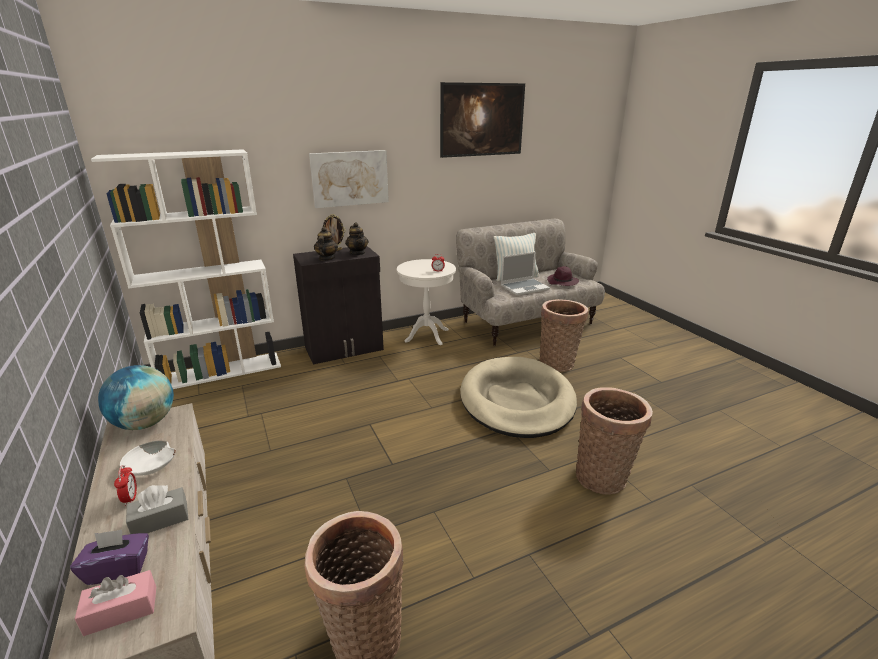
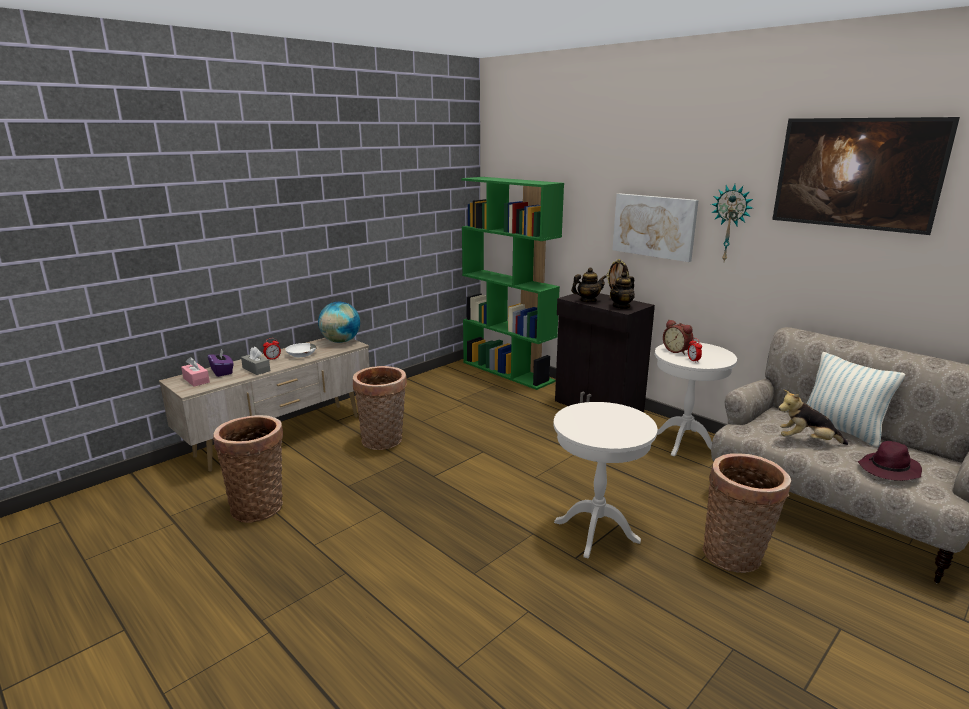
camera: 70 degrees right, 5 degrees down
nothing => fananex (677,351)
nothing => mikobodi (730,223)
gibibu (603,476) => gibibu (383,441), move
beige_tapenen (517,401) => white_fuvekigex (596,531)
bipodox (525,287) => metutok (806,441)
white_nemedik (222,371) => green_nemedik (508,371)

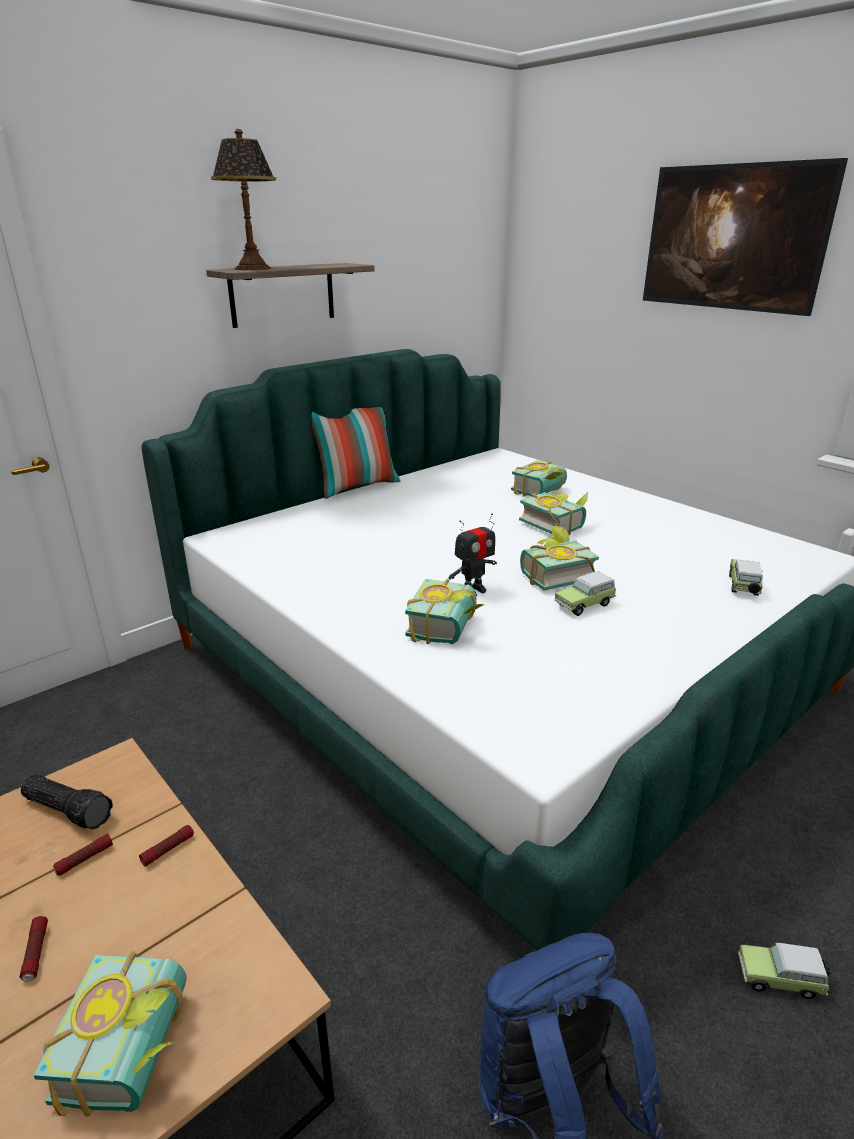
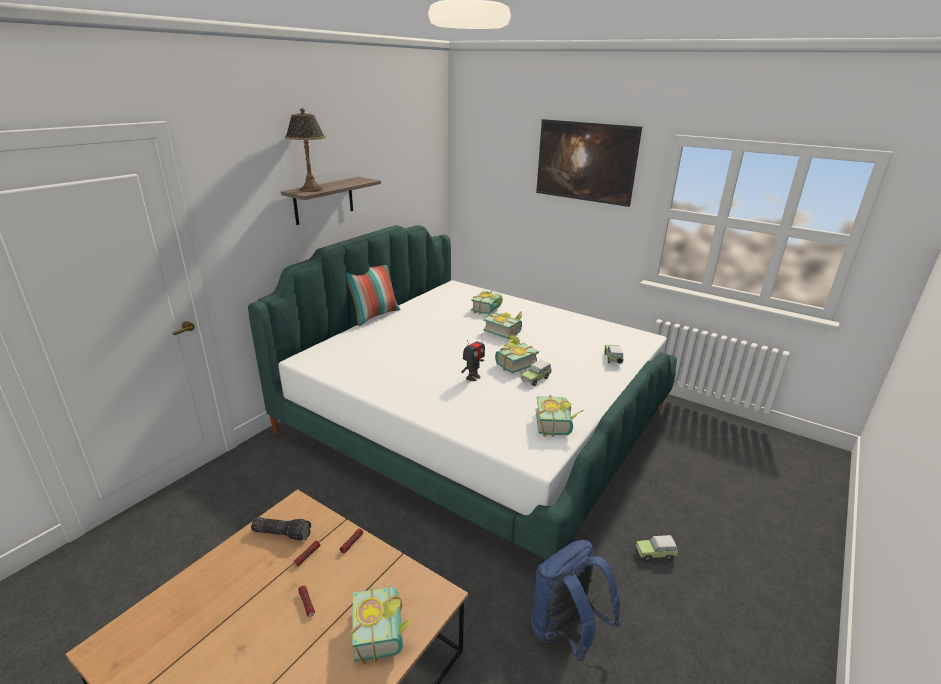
camera: 15 degrees left, 0 degrees up
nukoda (449,628) => nukoda (557,424), move

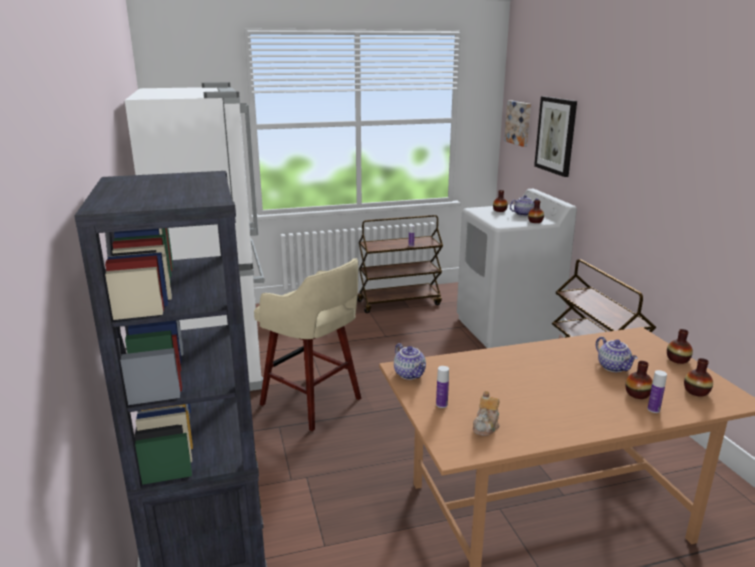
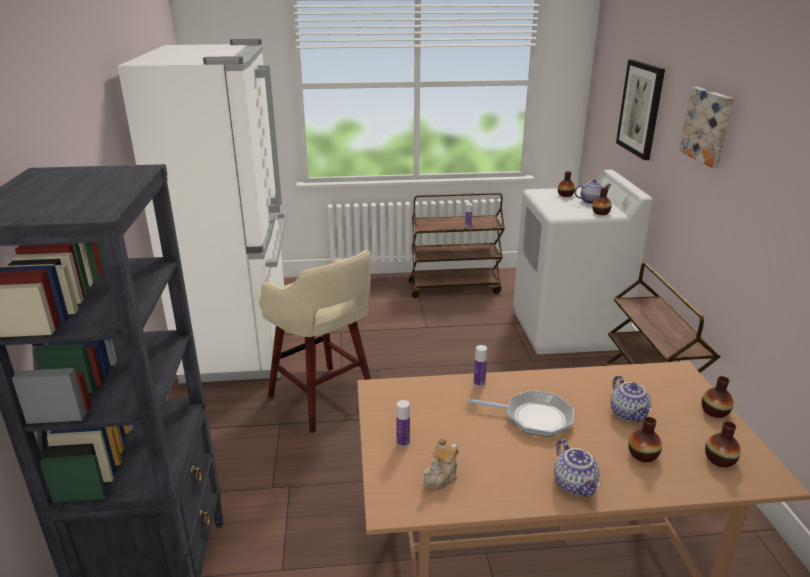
camera: 10 degrees right, 5 degrees up
nothing => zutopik (534,418)
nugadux (410,374) => nugadux (575,484), move
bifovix (519,123) => bifovix (708,126), move
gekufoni (653,409) => gekufoni (479,383), move

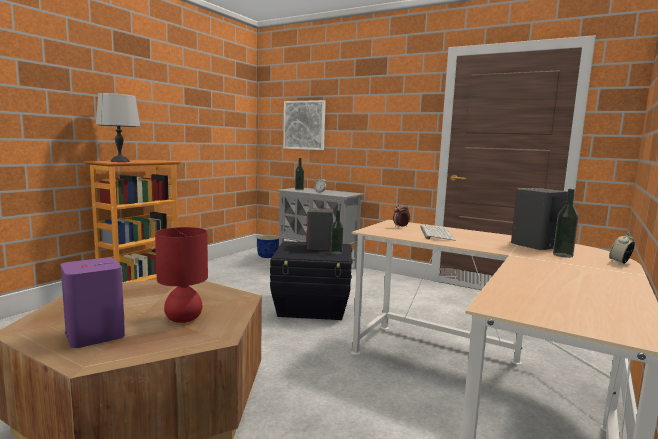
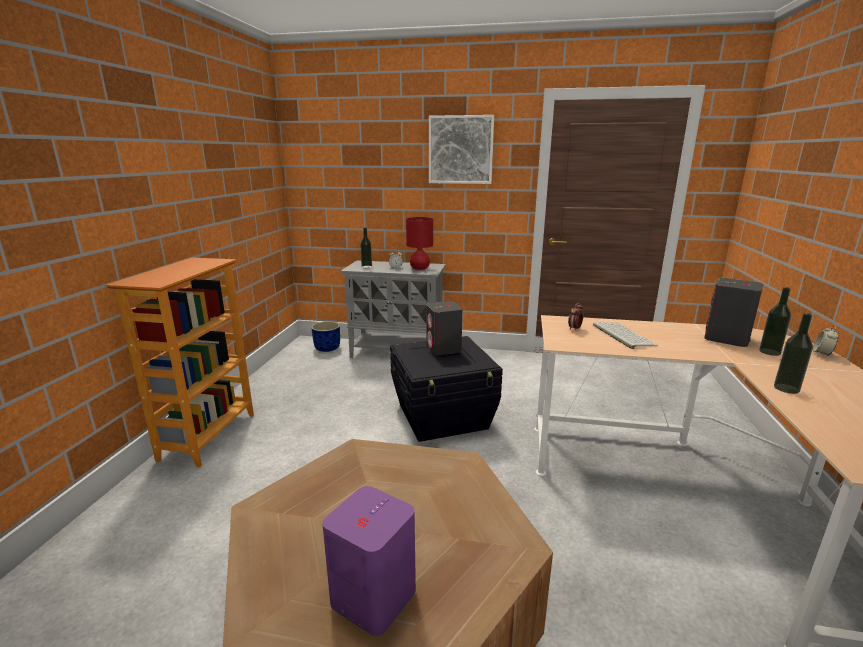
camera: 20 degrees left, 10 degrees up
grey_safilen (119,161) => nothing
red_safilen (183,319) => red_safilen (420,268), move
bifovix (304,125) => bifovix (460,150), move
gekufoni (336,253) => gekufoni (786,388), move

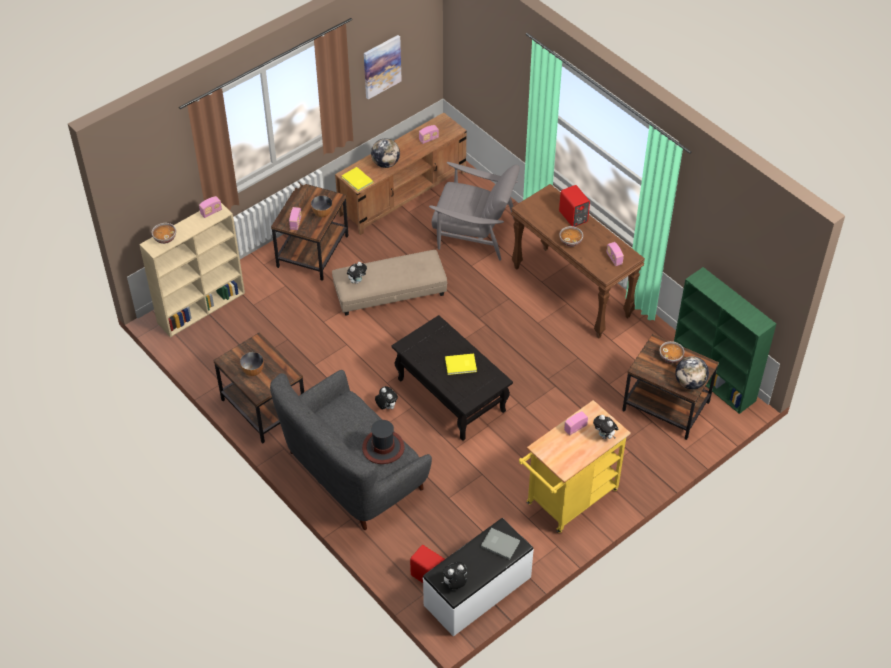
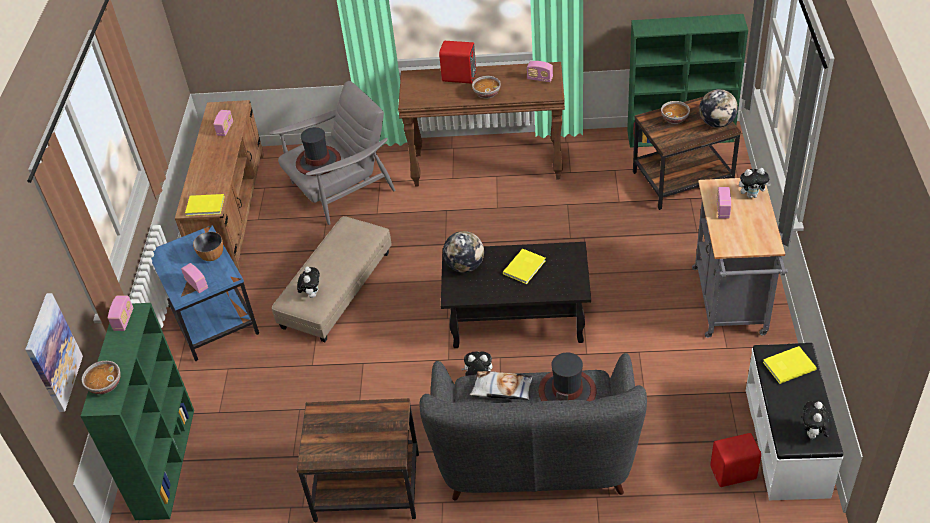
camera: 45 degrees left, 5 degrees down
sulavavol (253,371) => nothing
nothing => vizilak (318,161)
nothing => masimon (502,389)
bifovix (381,66) => bifovix (52,353), move
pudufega (385,163) => pudufega (465,266), move
beige_nemedik (202,307) => green_nemedik (165,461)
brown_fuvekigex (312,251) => blue_fuvekigex (212,320)
grey_nukoda (500,543) => yellow_nukoda (787,365)
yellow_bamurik (568,500) => grey_bamurik (730,306)

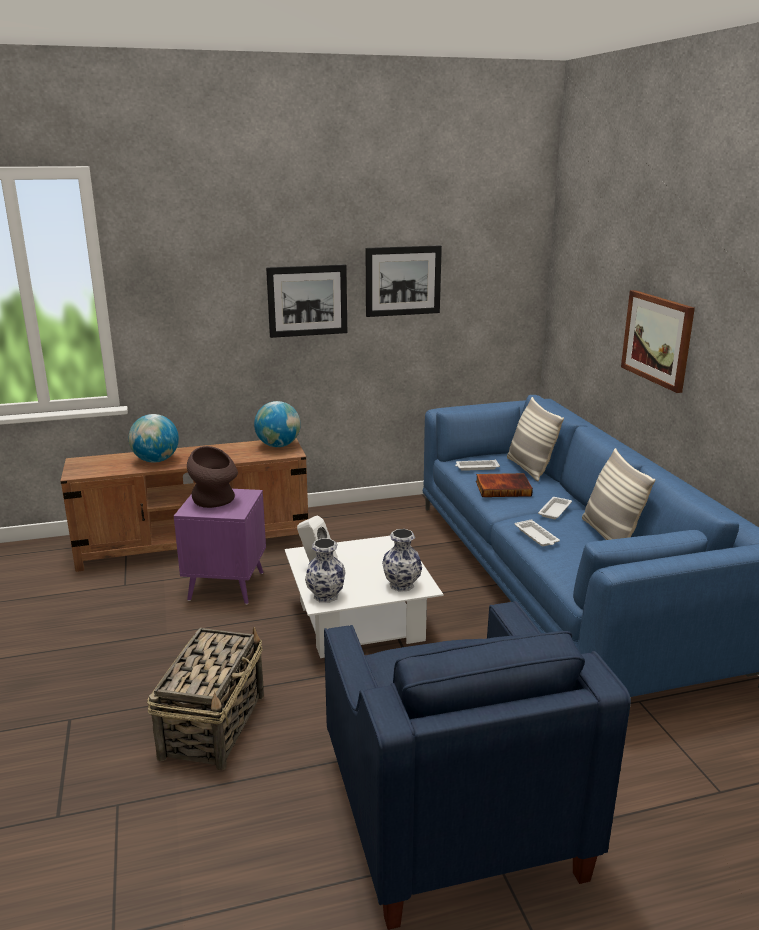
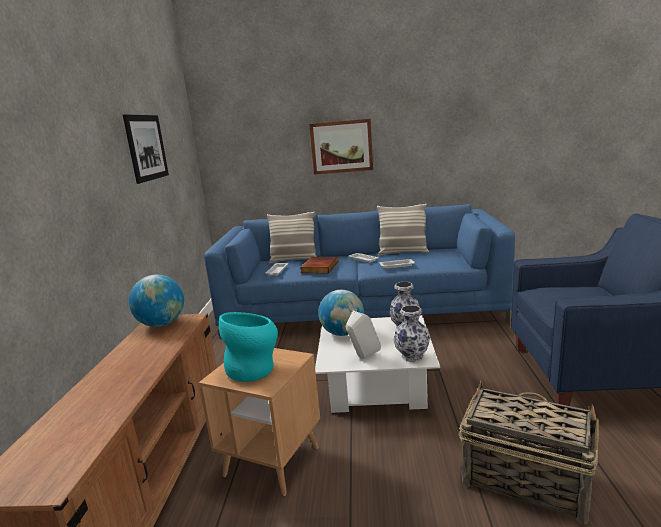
camera: 70 degrees left, 5 degrees down
bifovix (307,300) => nothing
pudufega (156,460) => pudufega (343,333), move
purple_fuvekigex (226,586) => brown_fuvekigex (272,461)
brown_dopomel (215,501) => turquoise_dopomel (254,369)

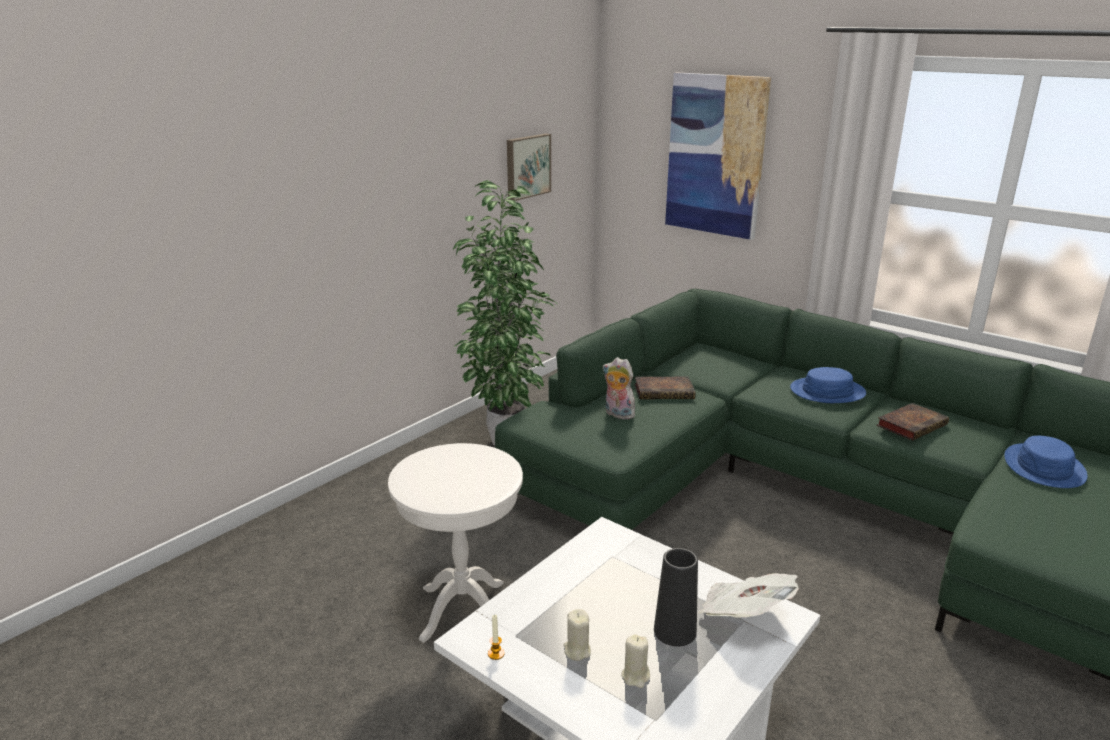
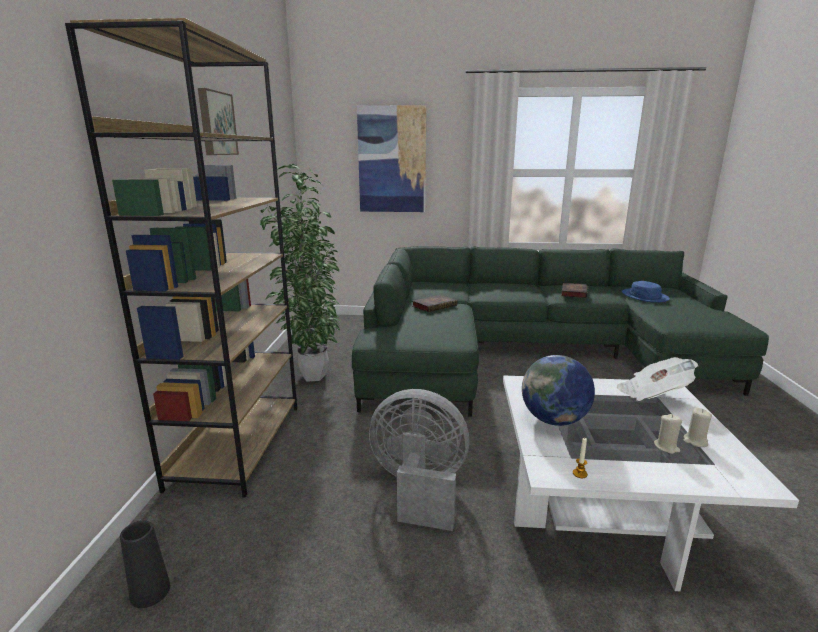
camera: 35 degrees left, 5 degrees down
metutok (617,414) => nothing
blue_vizilak (827,392) => nothing
nothing => brown_nemedik (237,444)
nothing => pudufega (554,420)
bifovix (527,166) => bifovix (216,123), move
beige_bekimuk (577,650) => beige_bekimuk (695,441), move
black_dopomel (675,631) => black_dopomel (150,592), move
white_fuvekigex (463,610) => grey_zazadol (418,489)

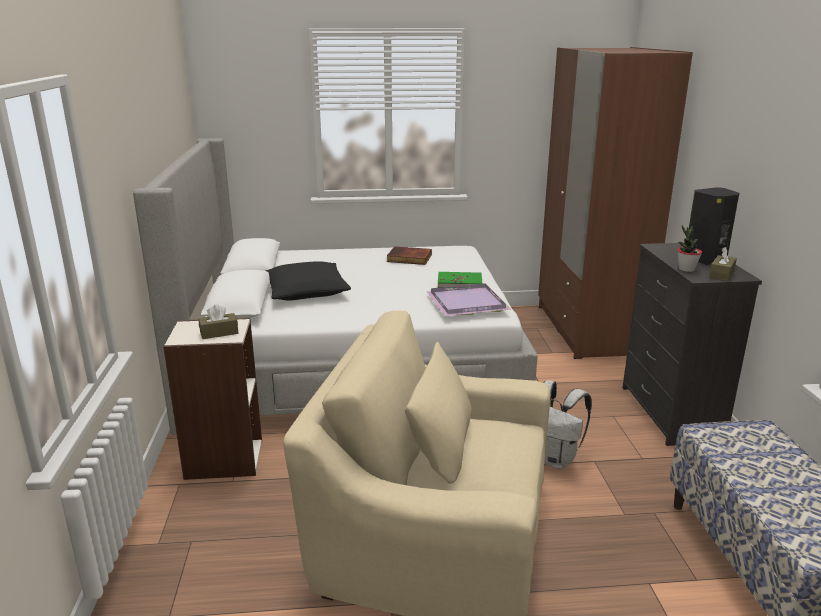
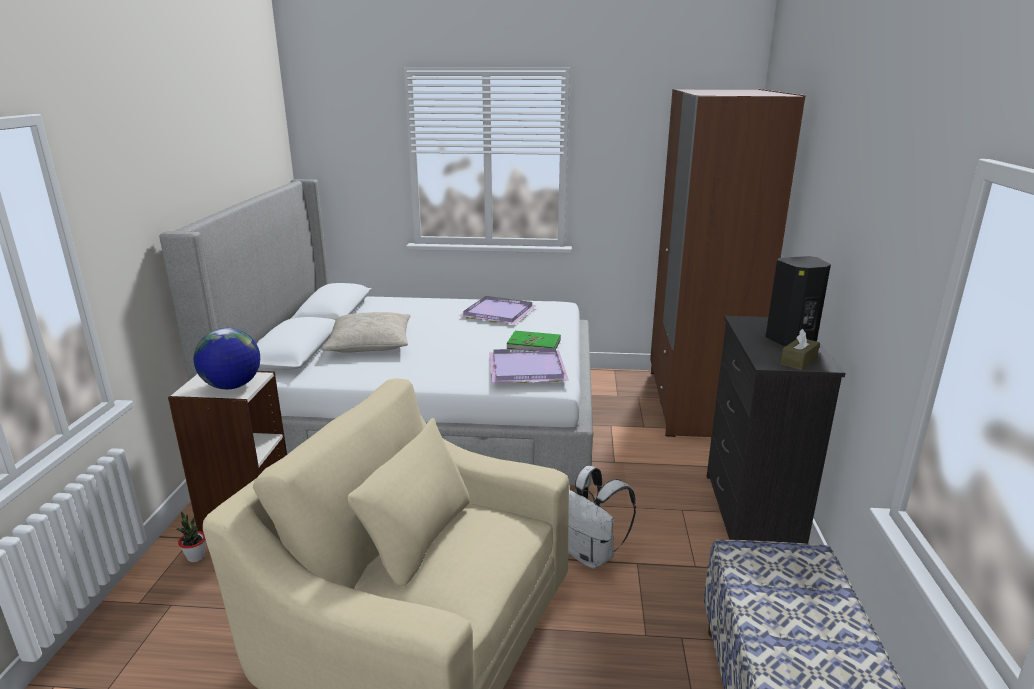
camera: 10 degrees right, 0 degrees up
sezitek (686,269) => sezitek (196,557), move
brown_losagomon (219,333) => pudufega (232,386)
nukoda (409,258) => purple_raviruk (496,313)
black_masimon (306,291) => beige_masimon (369,343)

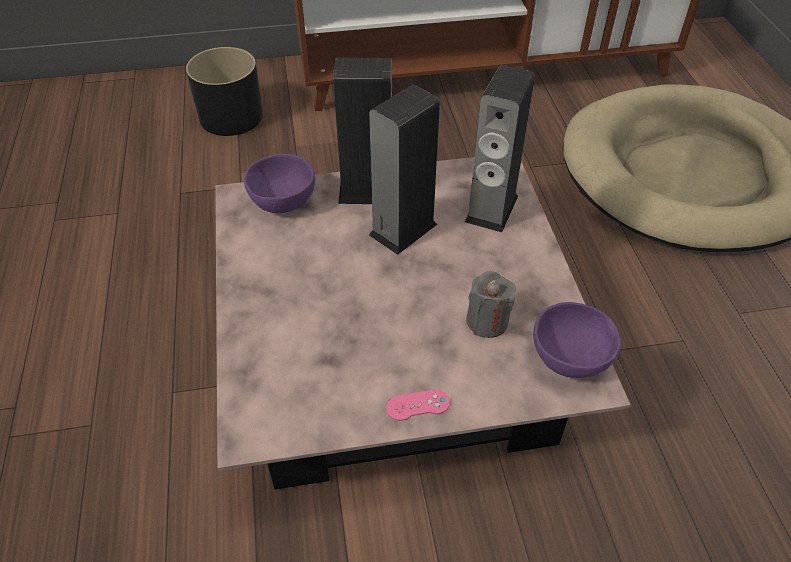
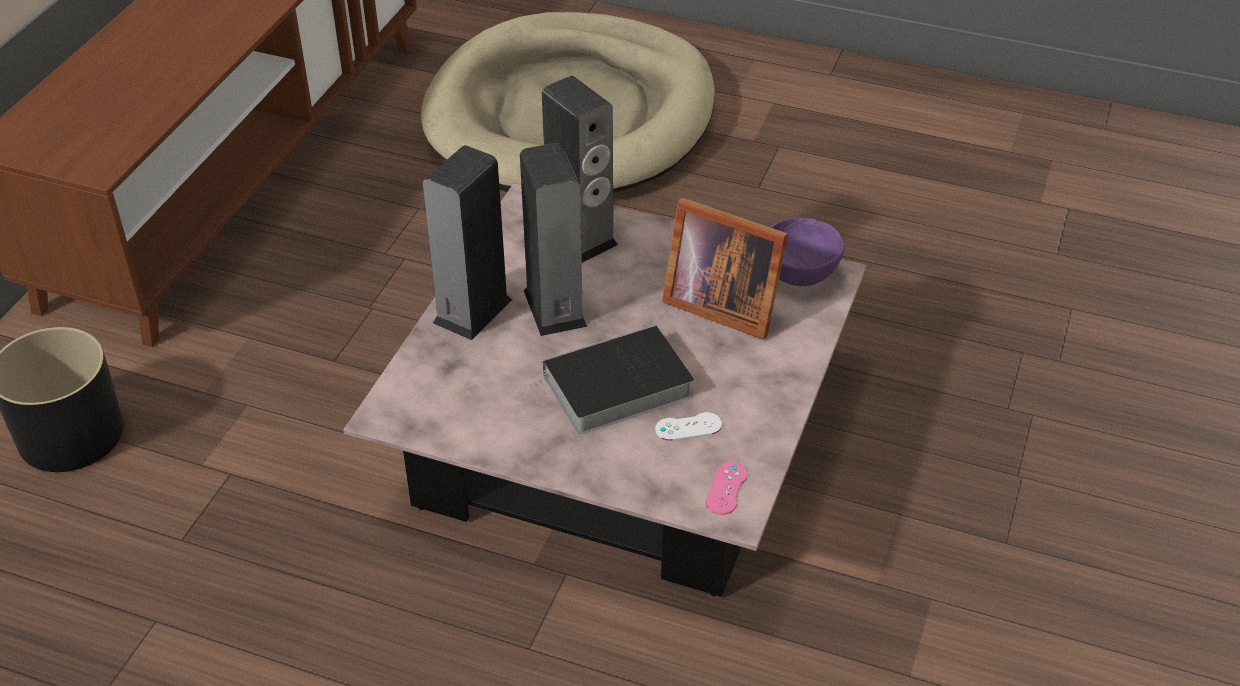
camera: 60 degrees left, 5 degrees down
purple_sulavavol (282,202) => nothing
nothing => nukoda (614,388)
nothing => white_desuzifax (688,427)
pink_desuzifax (418,405) => pink_desuzifax (726,488), move
grey_bekimuk (487,321) => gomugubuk (720,304)

